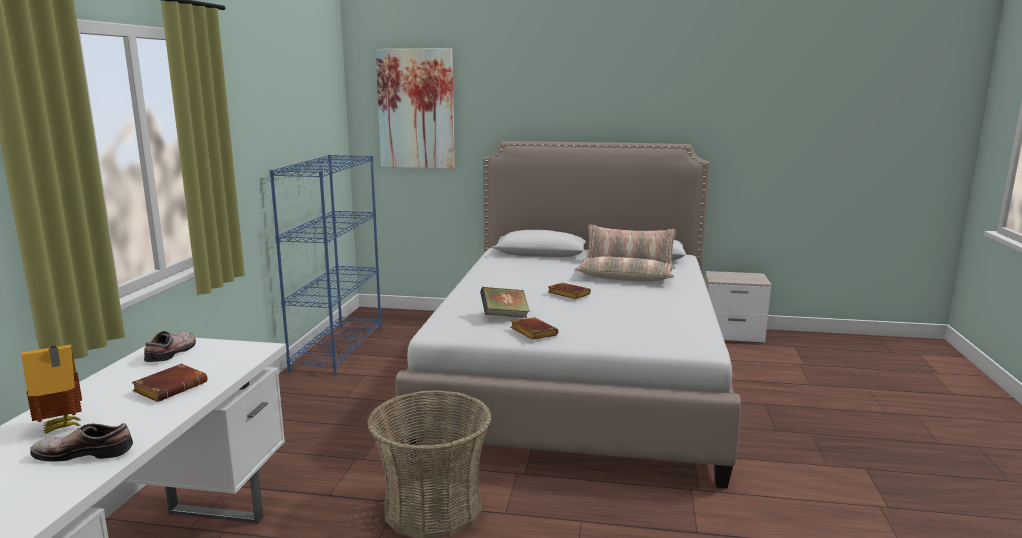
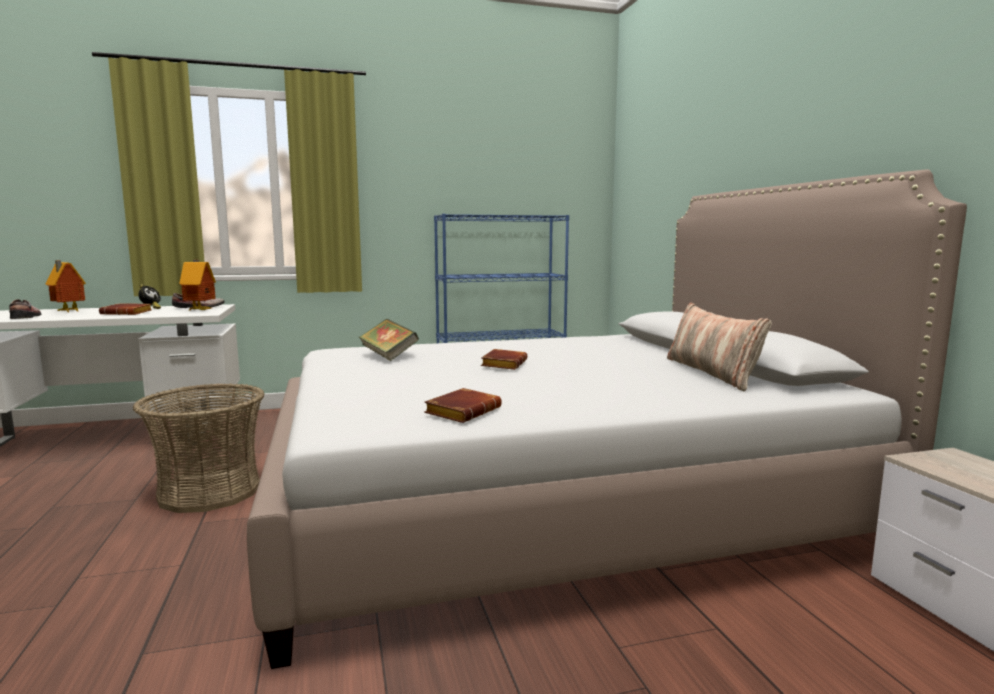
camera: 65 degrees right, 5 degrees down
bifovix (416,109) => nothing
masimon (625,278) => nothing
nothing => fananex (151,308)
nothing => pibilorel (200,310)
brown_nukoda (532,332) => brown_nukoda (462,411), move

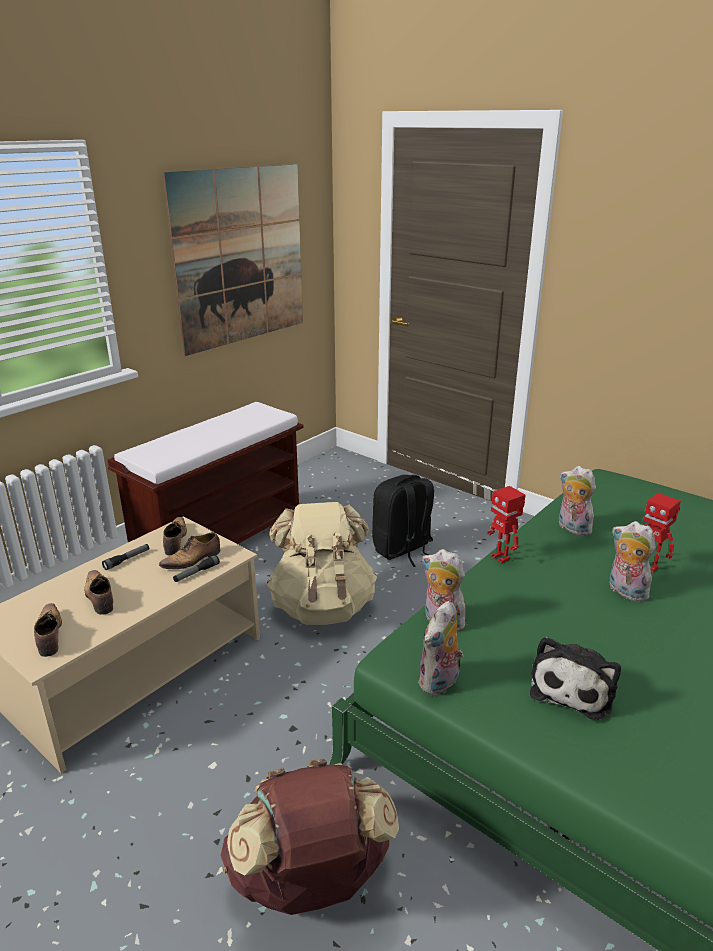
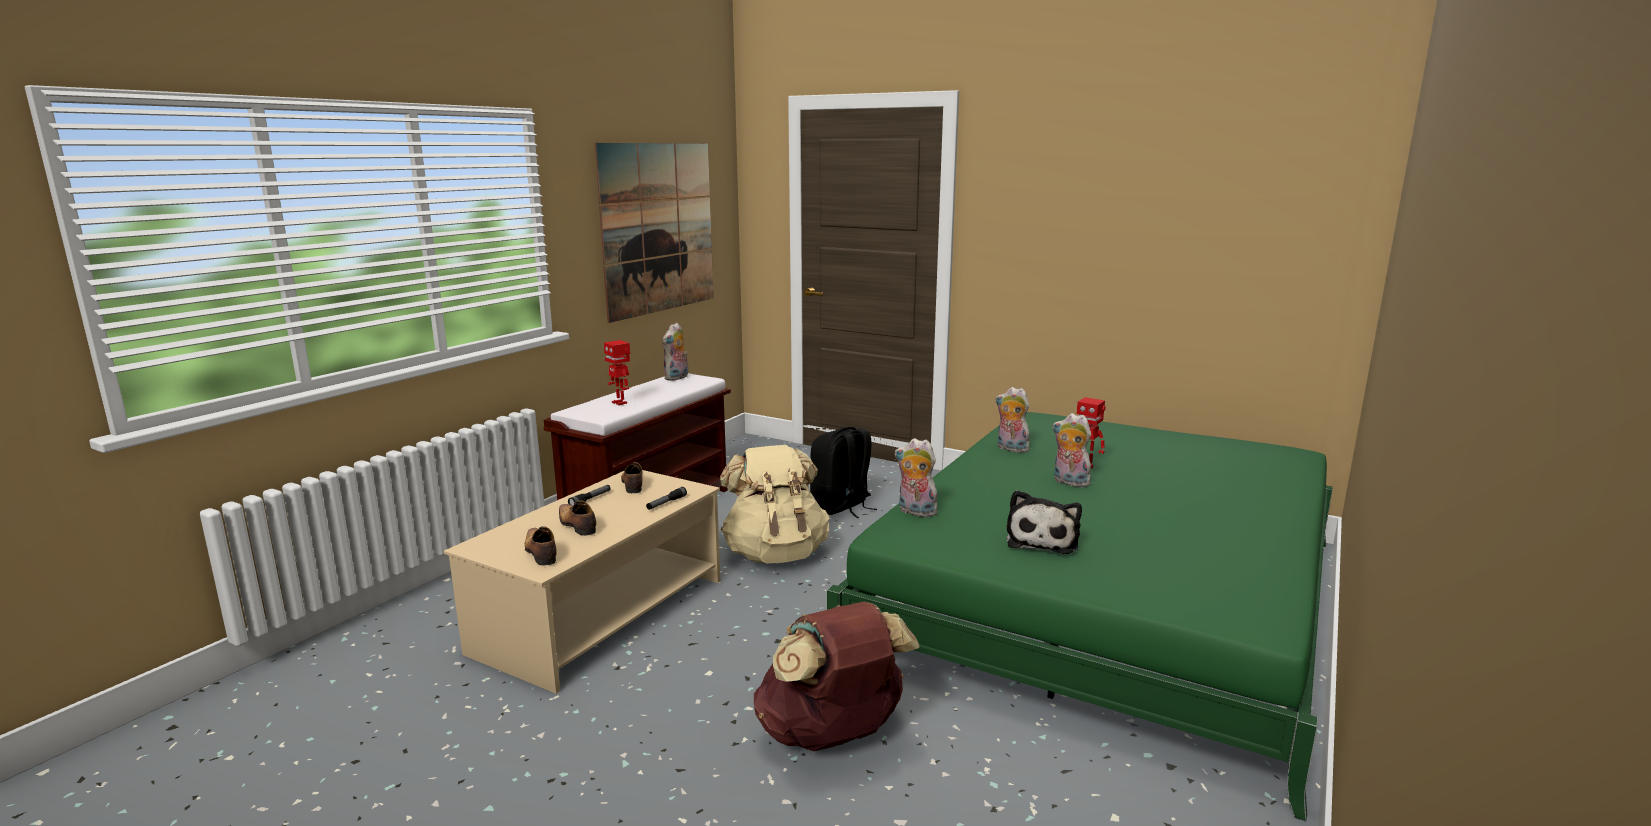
camera: 10 degrees left, 10 degrees down
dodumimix (193,560) => nothing
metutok (440,683) => metutok (677,378), move
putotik (501,557) => putotik (620,403), move

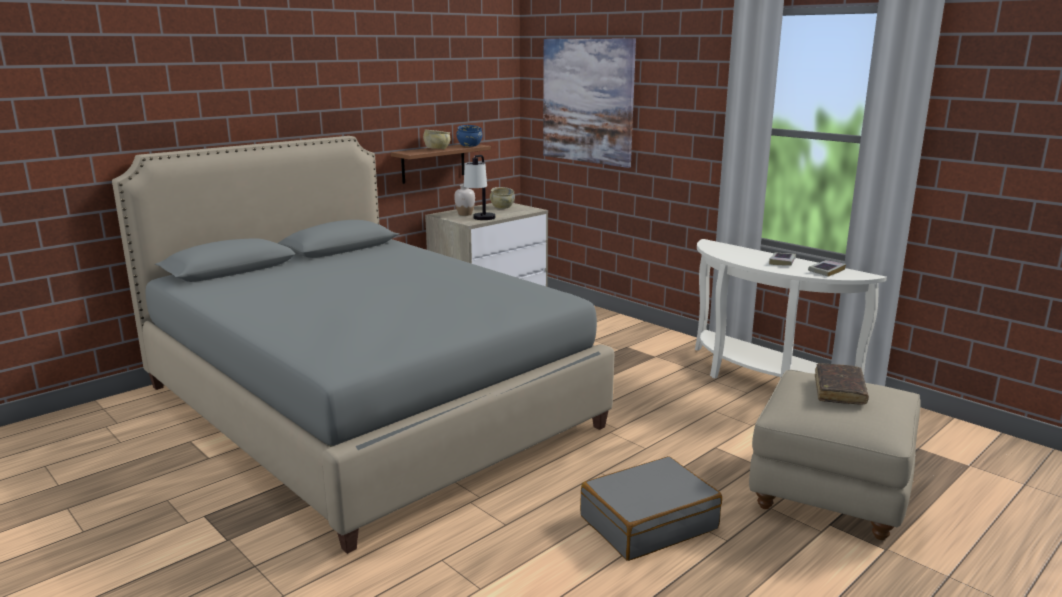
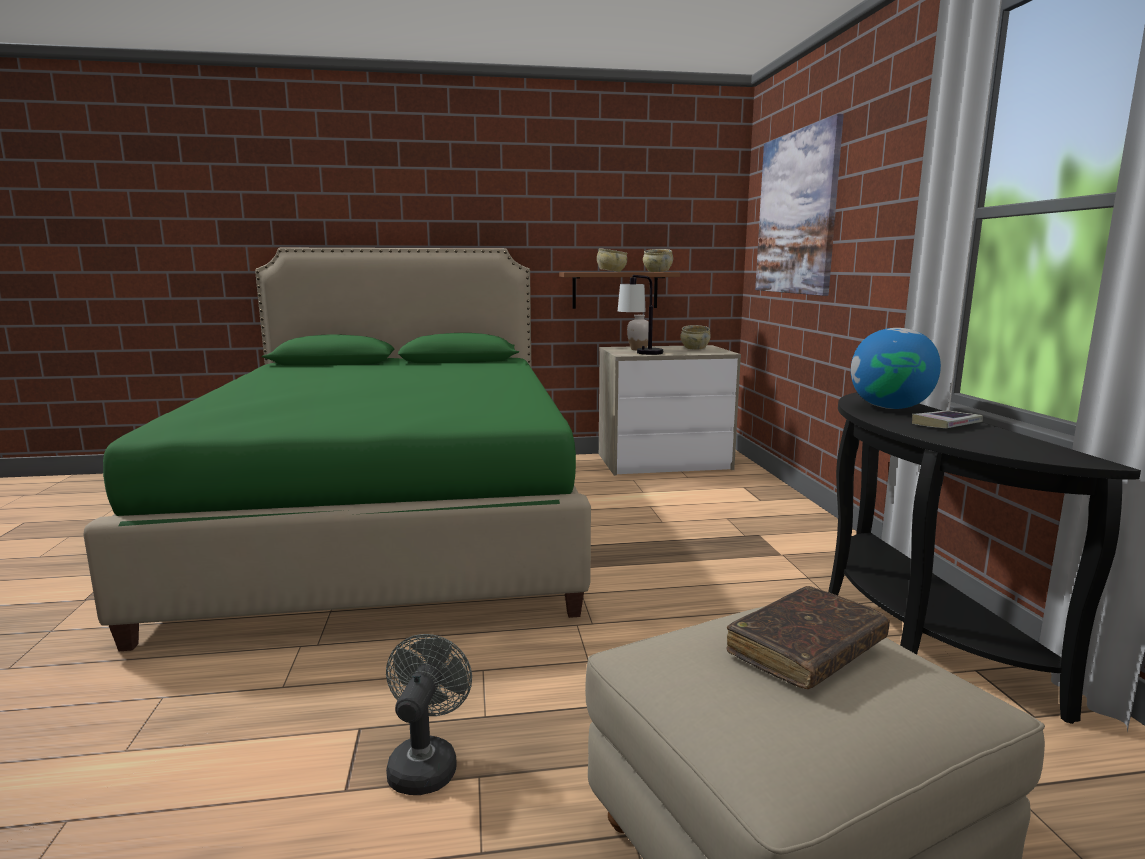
camera: 35 degrees right, 5 degrees down
nukoda (826,271) => nothing
nothing => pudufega (890,408)
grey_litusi (648,522) => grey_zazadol (425,763)
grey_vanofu (366,406) => green_vanofu (391,522)
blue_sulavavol (469,145) => beige_sulavavol (657,271)
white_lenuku (760,380) => black_lenuku (907,627)

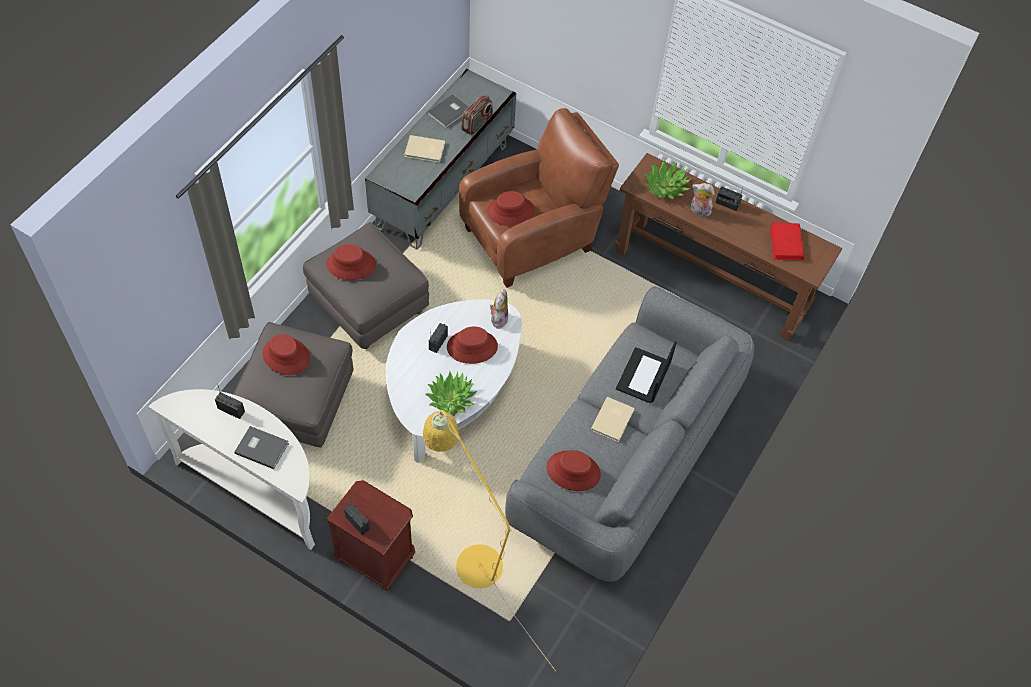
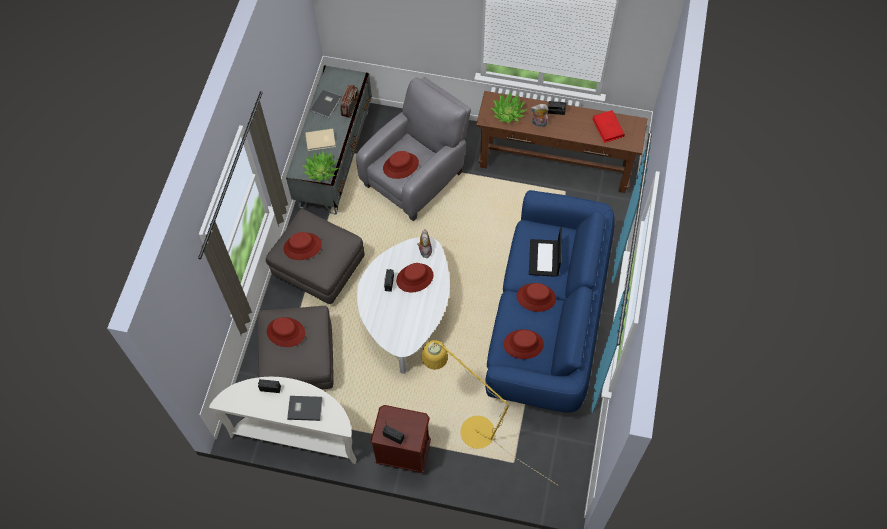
camera: 15 degrees left, 5 degrees up
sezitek (451,399) => sezitek (321,170), move
beige_nukoda (613,420) => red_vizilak (536,297)
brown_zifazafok (533,237) => grey_zifazafok (416,176)
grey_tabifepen (625,459) => blue_tabifepen (547,319)

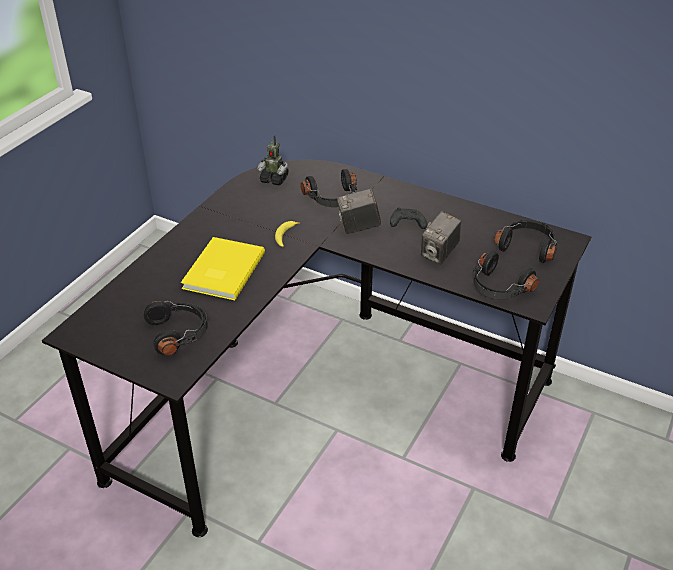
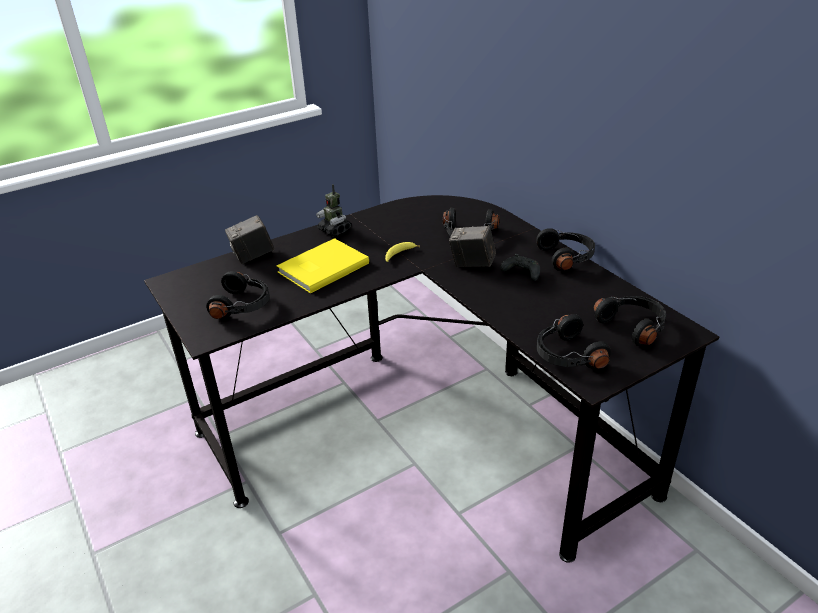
camera: 30 degrees right, 5 degrees down
nothing => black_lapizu (567,257)
putotik (274,179) => putotik (334,230), move
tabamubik (439,254) => tabamubik (253,256), move

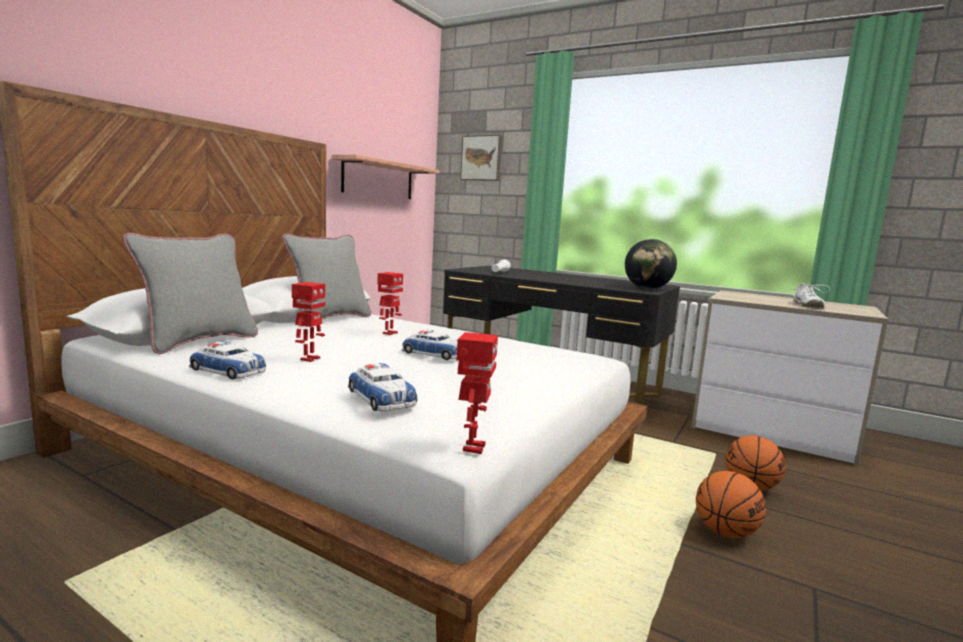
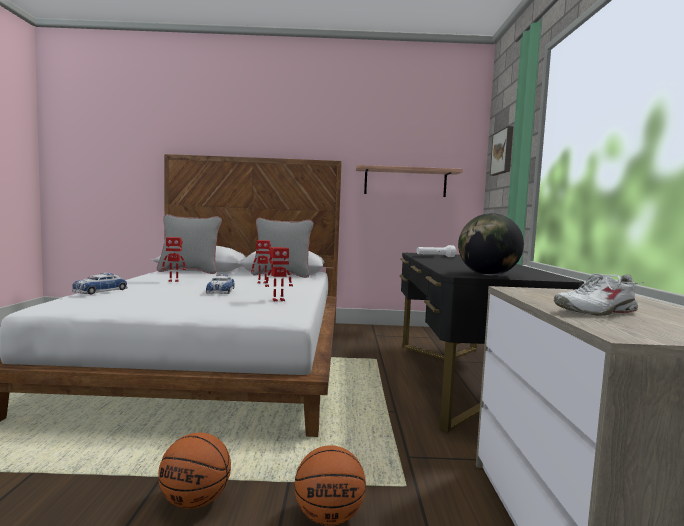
camera: 60 degrees right, 5 degrees down
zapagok (228,370) => nothing
putotik (472,447) => putotik (278,300), move

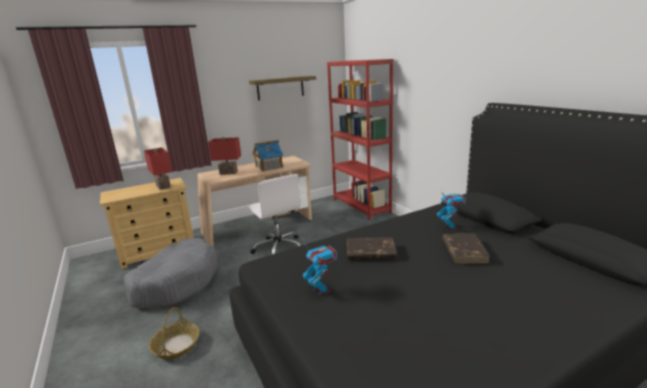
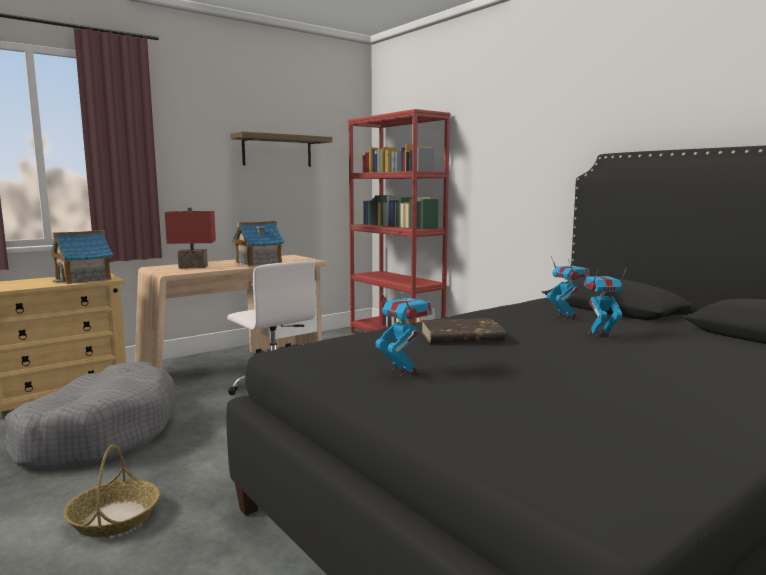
camera: 10 degrees left, 10 degrees down
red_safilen (164,186) => pibilorel (83,279)
brown_nukoda (464,250) => putotik (600,334)

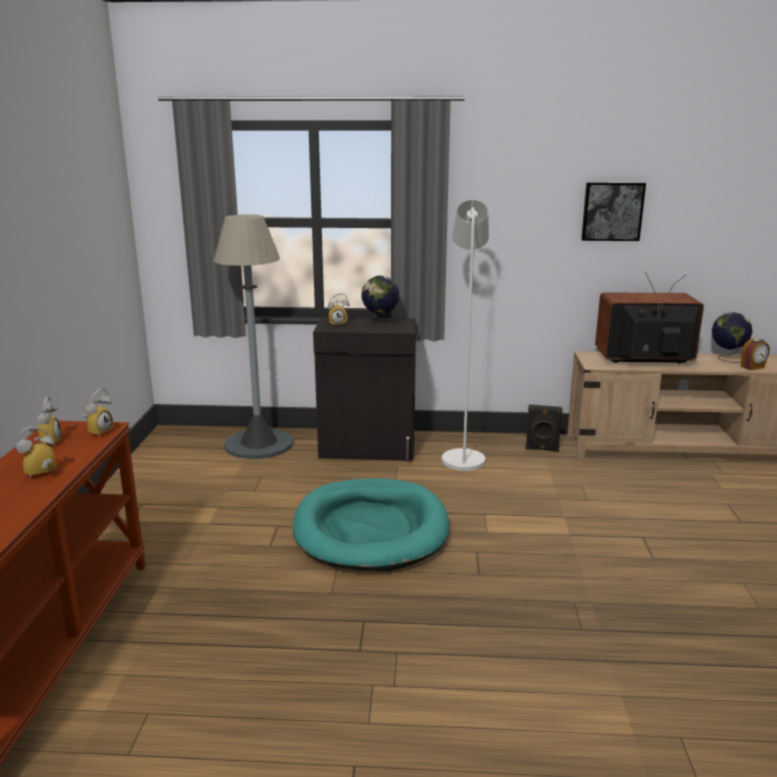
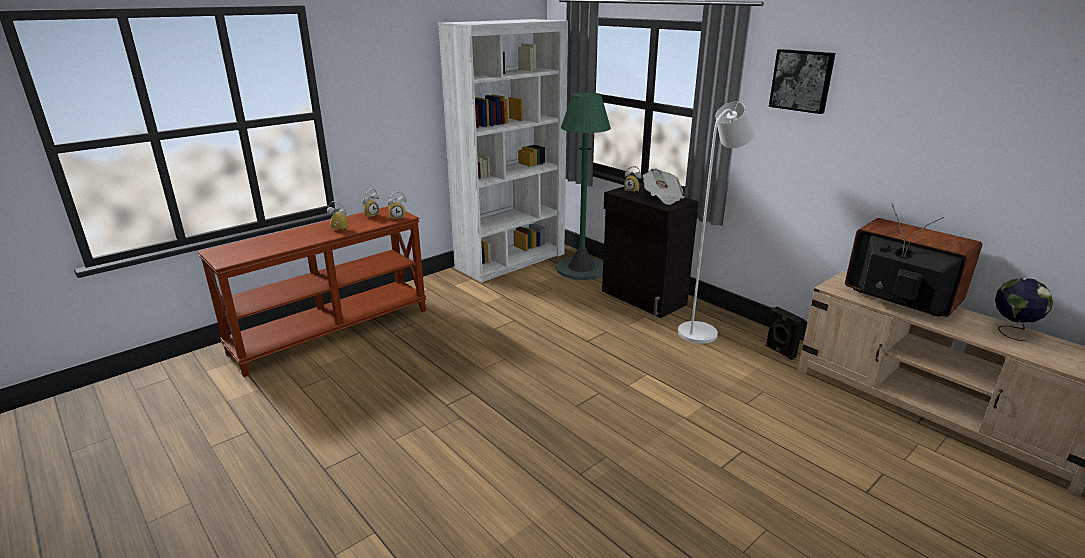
camera: 45 degrees right, 5 degrees up
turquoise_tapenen (371,529) => nothing
fananex (753,367) => nothing
nothing => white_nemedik (511,260)
bifovix (612,211) => bifovix (802,80), move
pudufega (380,323) => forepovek (662,198)
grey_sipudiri (259,444) => green_sipudiri (581,269)

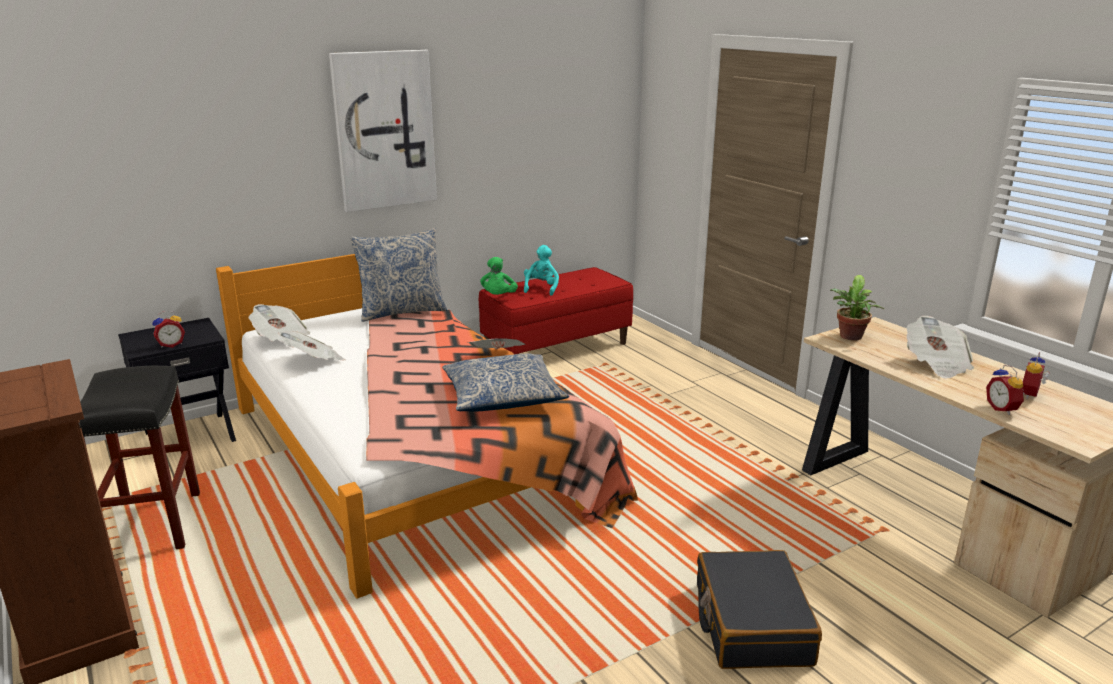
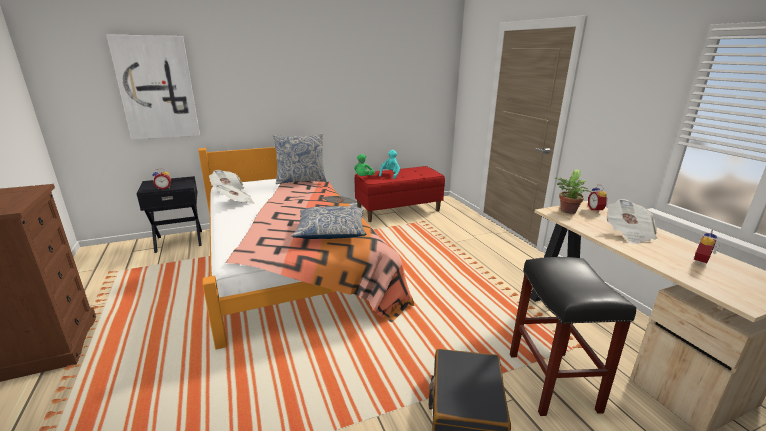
camera: 10 degrees right, 0 degrees up
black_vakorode (152,523) => black_vakorode (551,380), move
bifovix (384,130) => bifovix (157,88), move
fananex (1003,409) => fananex (596,210), move

